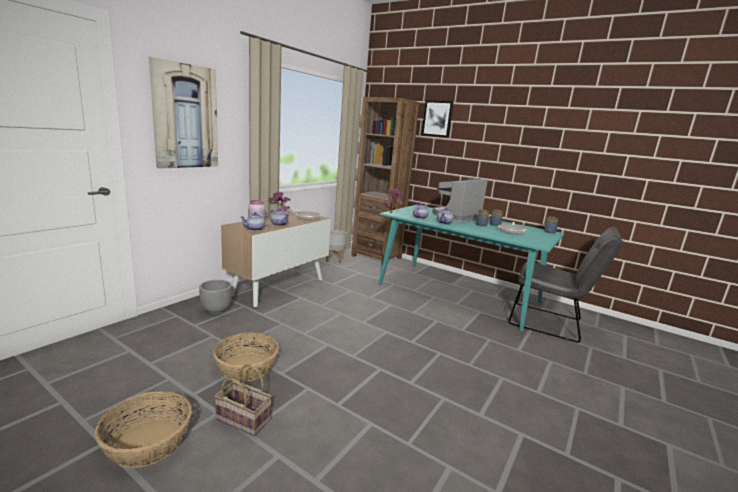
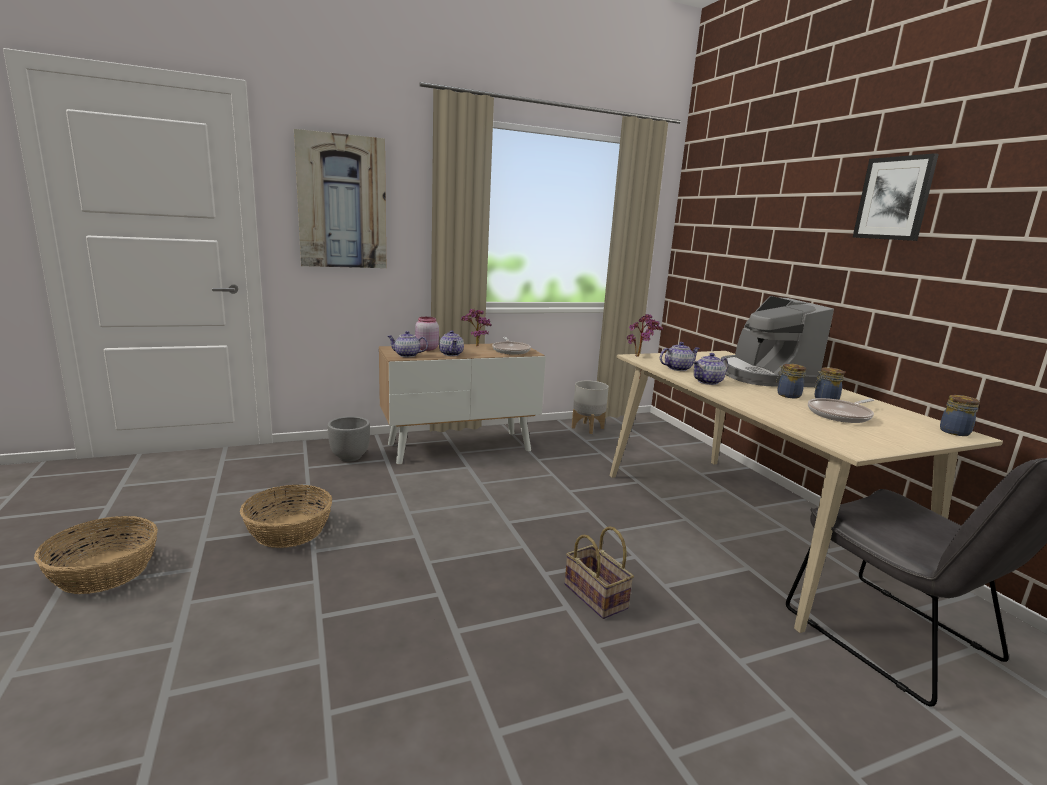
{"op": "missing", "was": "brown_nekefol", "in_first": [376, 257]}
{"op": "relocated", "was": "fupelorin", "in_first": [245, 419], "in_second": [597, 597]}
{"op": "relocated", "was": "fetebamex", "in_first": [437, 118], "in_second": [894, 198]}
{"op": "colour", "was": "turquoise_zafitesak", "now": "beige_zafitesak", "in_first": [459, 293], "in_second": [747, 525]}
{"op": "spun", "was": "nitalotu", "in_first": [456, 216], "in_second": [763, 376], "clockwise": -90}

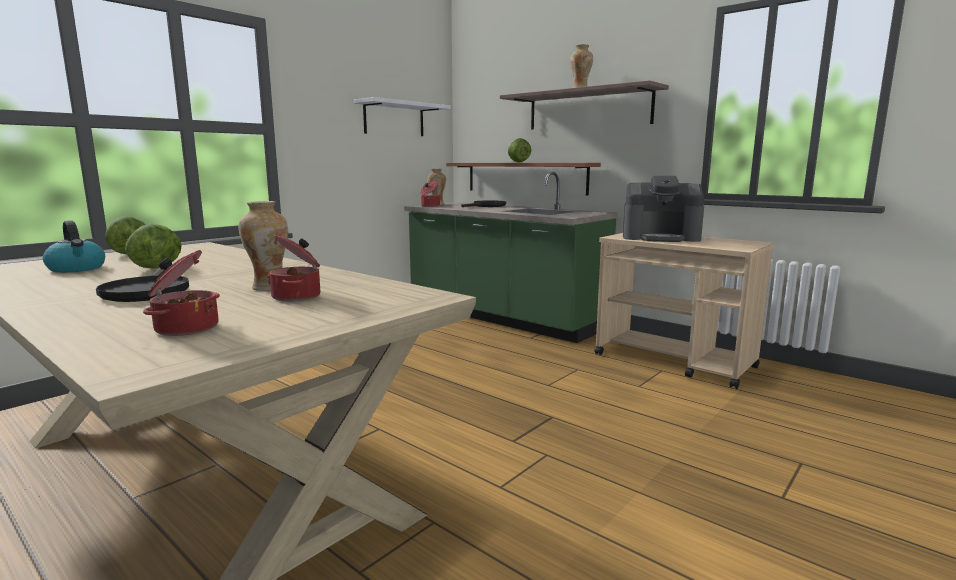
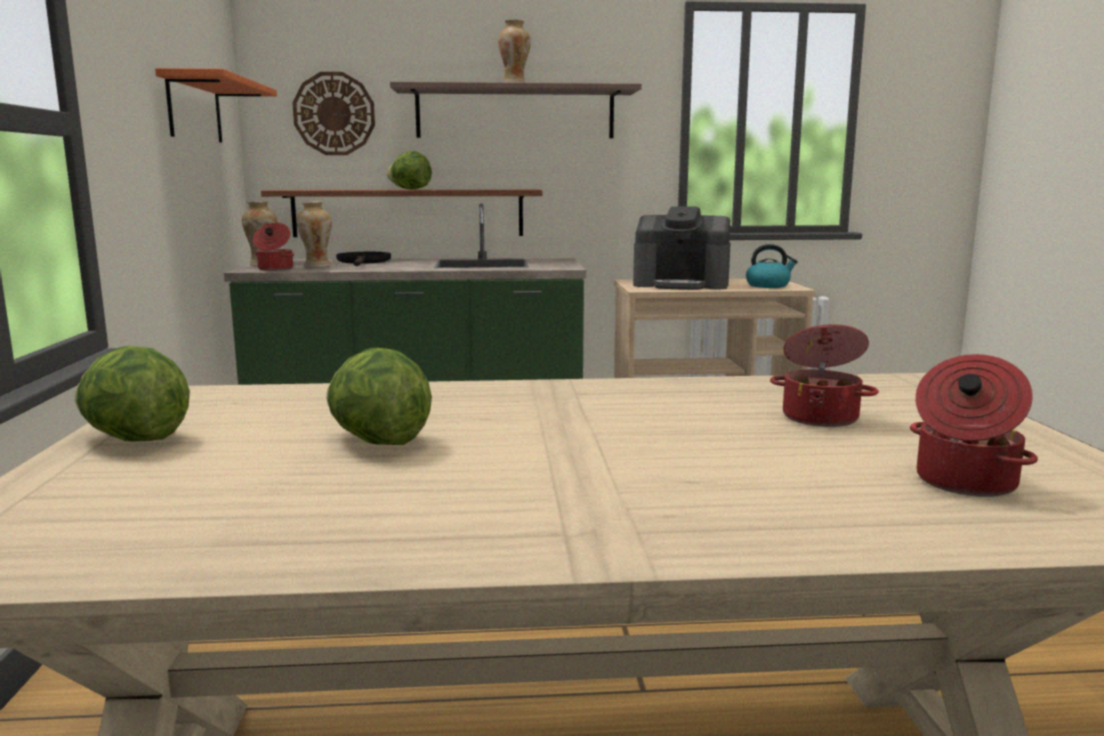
{"op": "missing", "was": "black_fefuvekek", "in_first": [147, 291]}
{"op": "appeared", "now": "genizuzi", "in_second": [334, 114]}
{"op": "relocated", "was": "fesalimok", "in_first": [77, 269], "in_second": [768, 285]}
{"op": "relocated", "was": "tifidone", "in_first": [268, 287], "in_second": [316, 266]}
{"op": "colour", "was": "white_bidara", "now": "orange_bidara", "in_first": [394, 119], "in_second": [195, 110]}
{"op": "spun", "was": "nitalotu", "in_first": [661, 237], "in_second": [681, 284], "clockwise": 45}

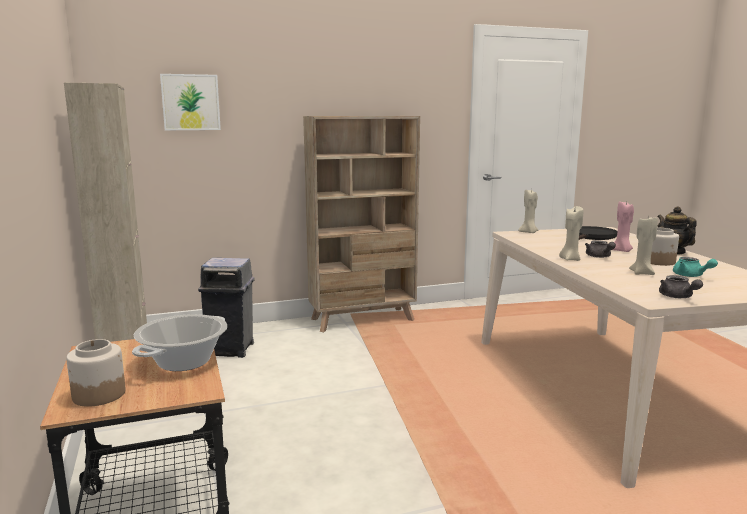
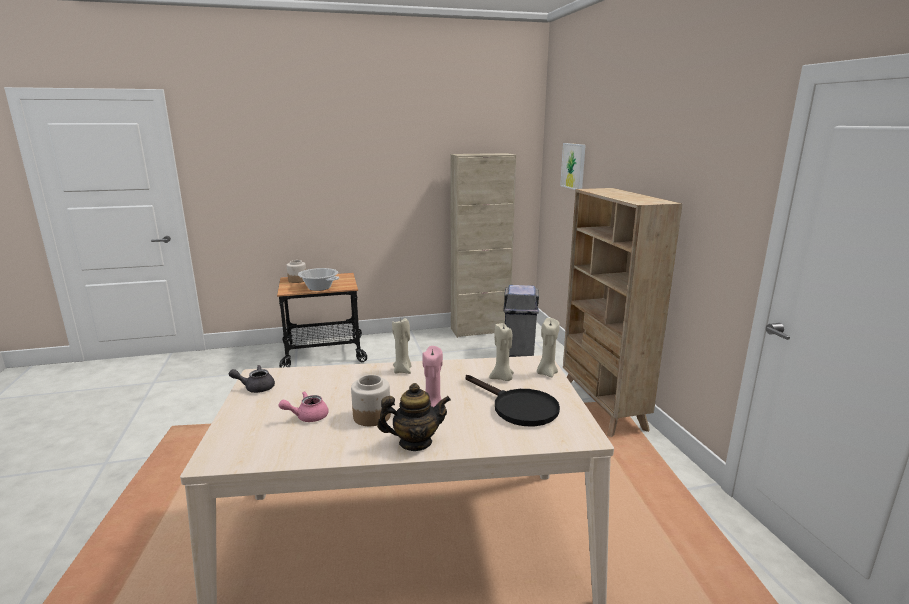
{"op": "missing", "was": "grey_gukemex", "in_first": [599, 257]}
{"op": "relocated", "was": "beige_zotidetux", "in_first": [642, 273], "in_second": [502, 378]}
{"op": "colour", "was": "turquoise_gukemex", "now": "pink_gukemex", "in_first": [691, 276], "in_second": [307, 416]}

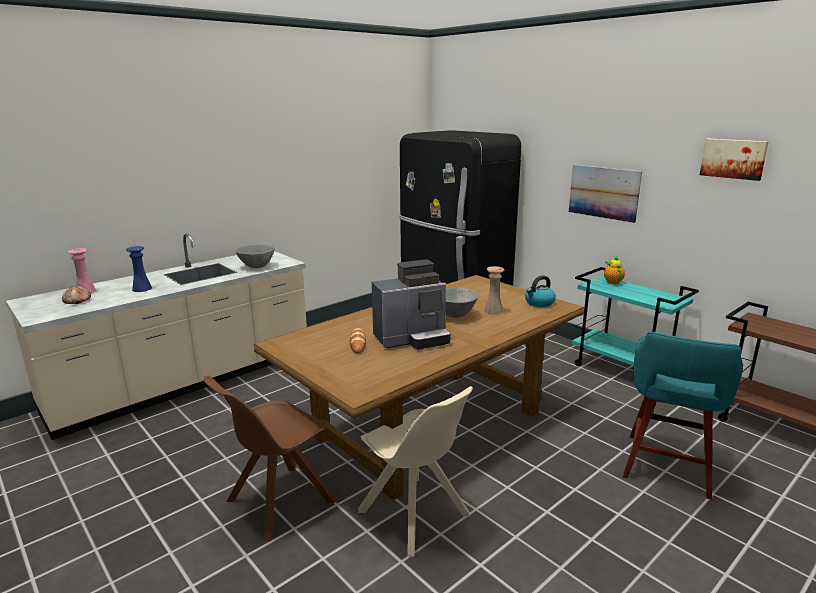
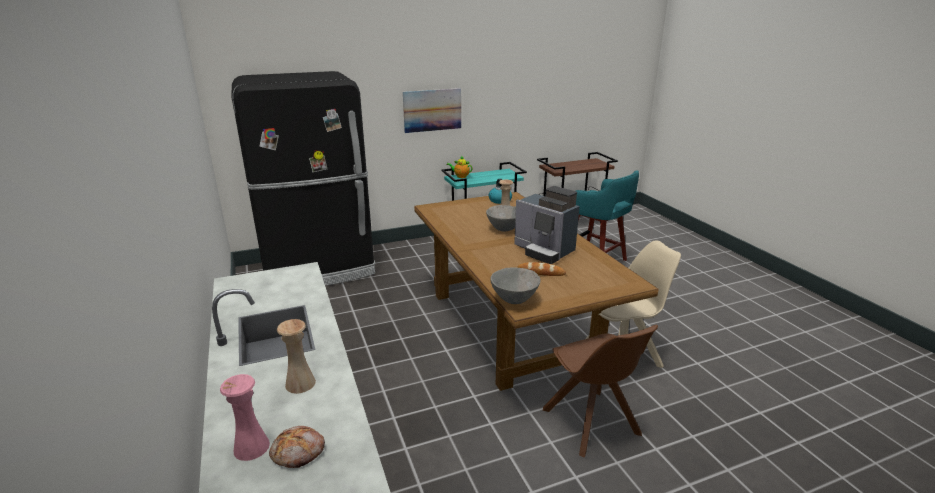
{"op": "missing", "was": "fetebamex", "in_first": [733, 158]}
{"op": "relocated", "was": "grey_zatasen", "in_first": [257, 266], "in_second": [514, 300]}
{"op": "colour", "was": "blue_tifidone", "now": "beige_tifidone", "in_first": [142, 289], "in_second": [300, 383]}
{"op": "spun", "was": "nitalotu", "in_first": [412, 339], "in_second": [544, 251], "clockwise": 135}

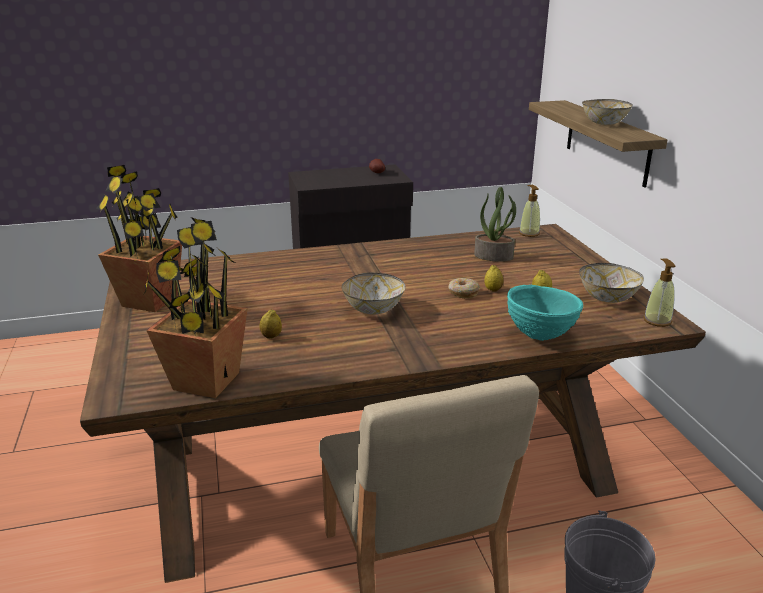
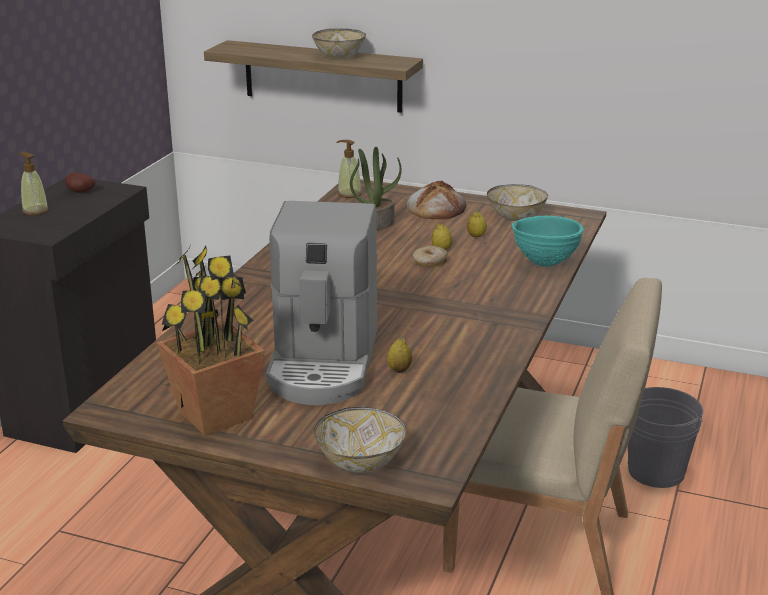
{"op": "missing", "was": "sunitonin", "in_first": [206, 382]}
{"op": "appeared", "now": "nitalotu", "in_second": [324, 363]}
{"op": "appeared", "now": "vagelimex", "in_second": [436, 208]}
{"op": "relocated", "was": "zatasen", "in_first": [374, 309], "in_second": [360, 461]}
{"op": "relocated", "was": "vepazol", "in_first": [657, 320], "in_second": [35, 211]}

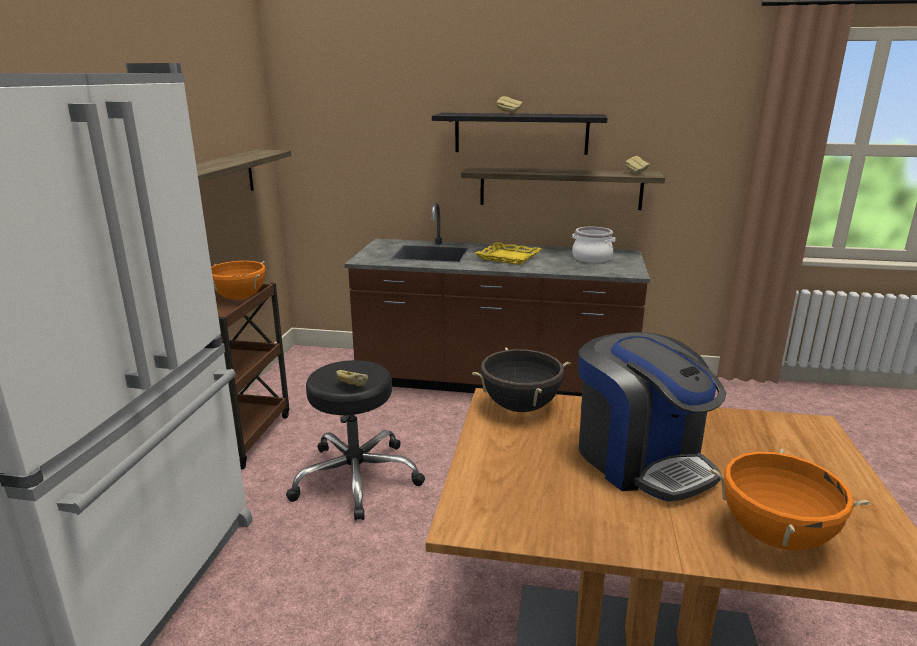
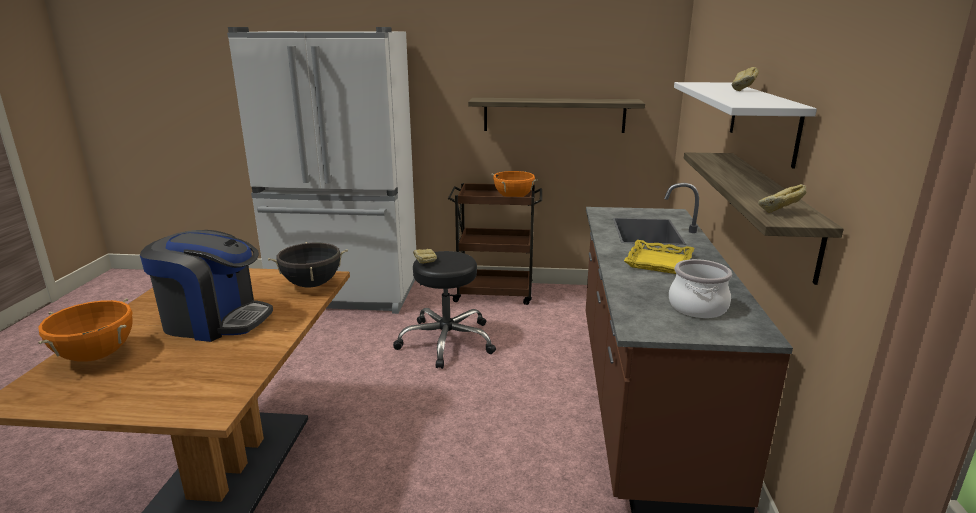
{"op": "colour", "was": "black_bidara", "now": "white_bidara", "in_first": [521, 133], "in_second": [763, 120]}
{"op": "spun", "was": "nitalotu", "in_first": [641, 460], "in_second": [215, 320], "clockwise": -135}

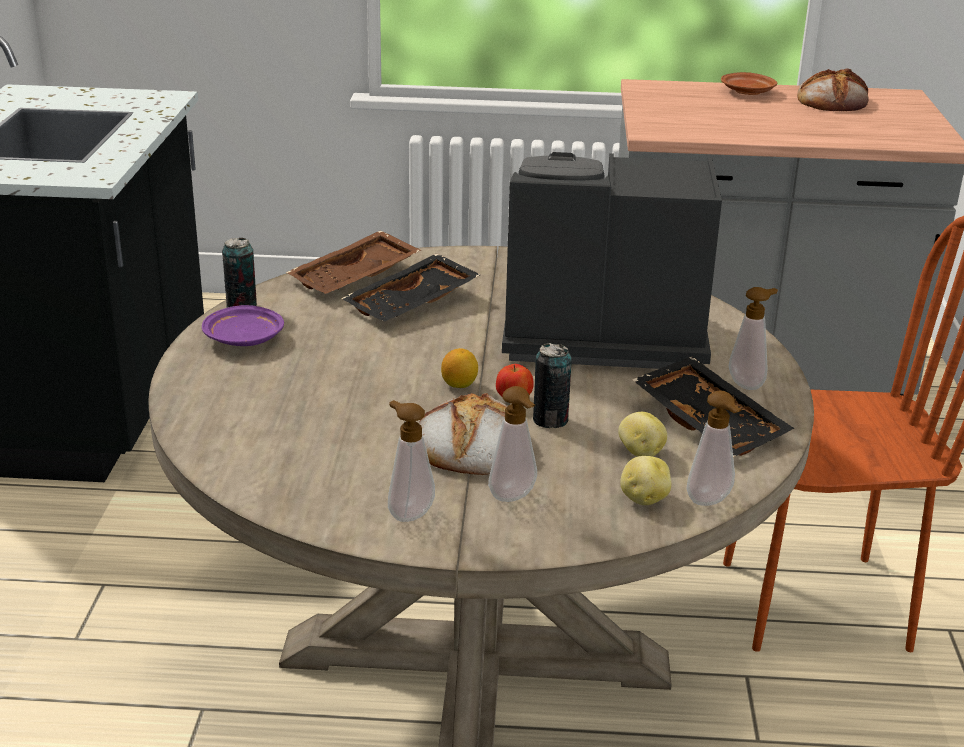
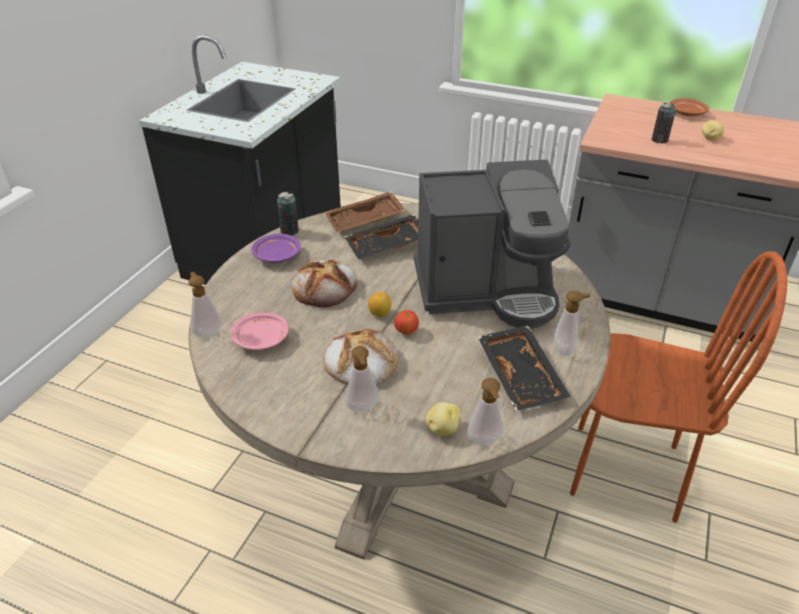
{"op": "appeared", "now": "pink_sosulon", "in_second": [261, 339]}
{"op": "relocated", "was": "vepazol", "in_first": [408, 513], "in_second": [207, 332]}
{"op": "relocated", "was": "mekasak", "in_first": [550, 420], "in_second": [659, 140]}
{"op": "relocated", "was": "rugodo", "in_first": [640, 452], "in_second": [709, 138]}
{"op": "relocated", "was": "vagelimex", "in_first": [832, 101], "in_second": [325, 288]}
{"op": "spun", "was": "nitalotu", "in_first": [597, 335], "in_second": [487, 290], "clockwise": 150}

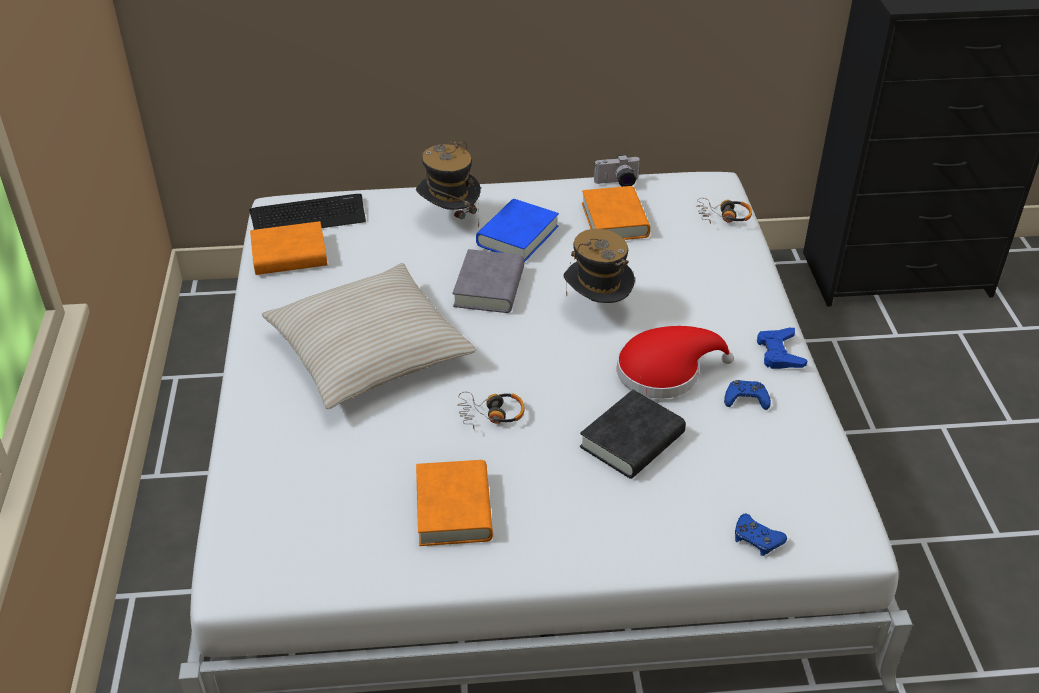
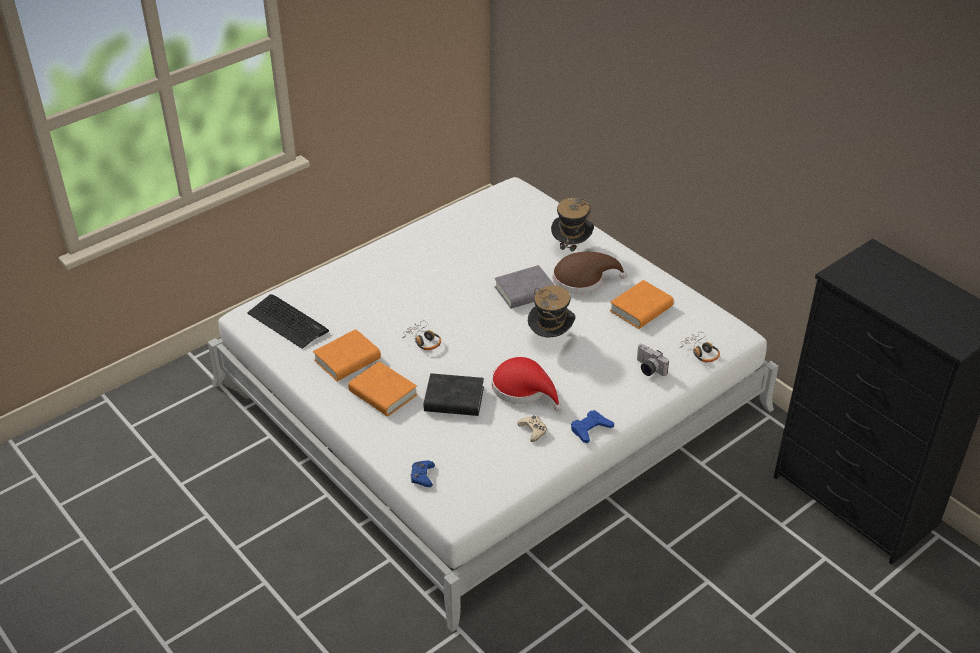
{"op": "missing", "was": "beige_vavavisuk", "in_first": [369, 351]}
{"op": "relocated", "was": "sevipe", "in_first": [308, 216], "in_second": [288, 322]}
{"op": "relocated", "was": "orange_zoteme", "in_first": [289, 255], "in_second": [383, 393]}
{"op": "relocated", "was": "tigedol", "in_first": [617, 183], "in_second": [648, 369]}
{"op": "exchanged", "was": "blue_zoteme", "now": "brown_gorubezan", "in_first": [517, 236], "in_second": [582, 279]}
{"op": "colour", "was": "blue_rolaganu", "now": "beige_rolaganu", "in_first": [746, 399], "in_second": [533, 430]}

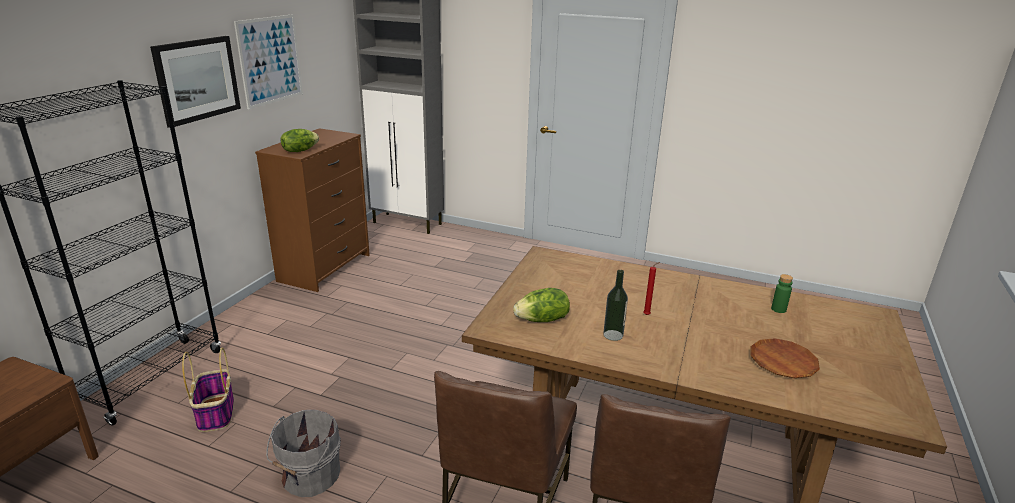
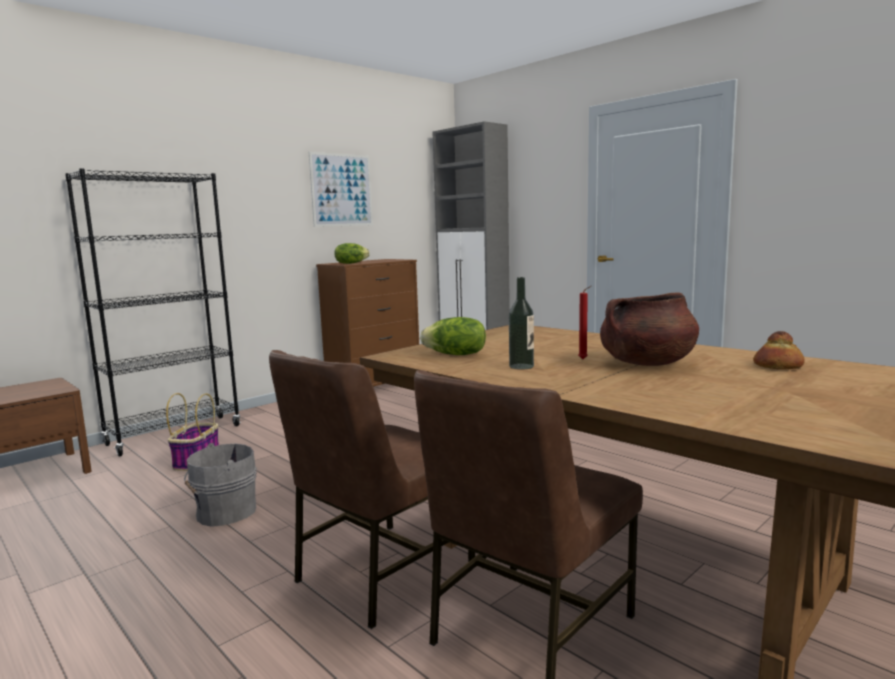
{"op": "missing", "was": "fetebamex", "in_first": [197, 79]}
{"op": "missing", "was": "brown_sosulon", "in_first": [782, 362]}
{"op": "appeared", "now": "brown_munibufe", "in_second": [647, 363]}
{"op": "exchanged", "was": "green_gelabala", "now": "vagelimex", "in_first": [778, 309], "in_second": [778, 366]}

